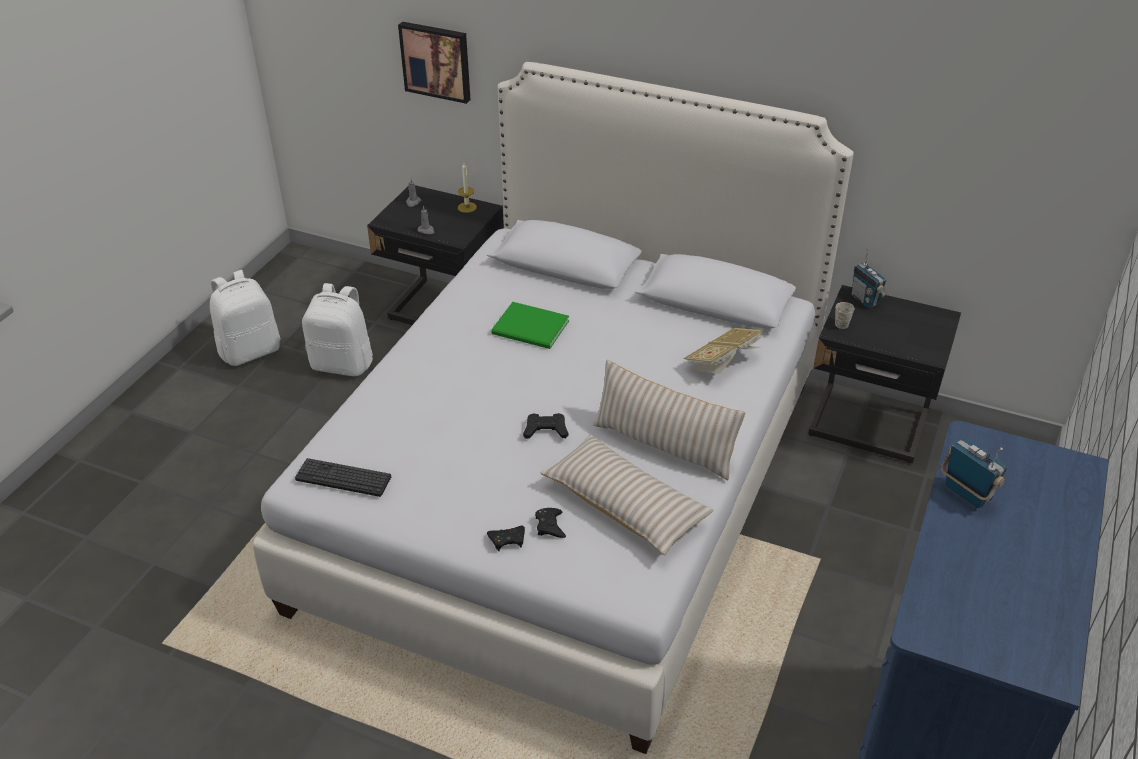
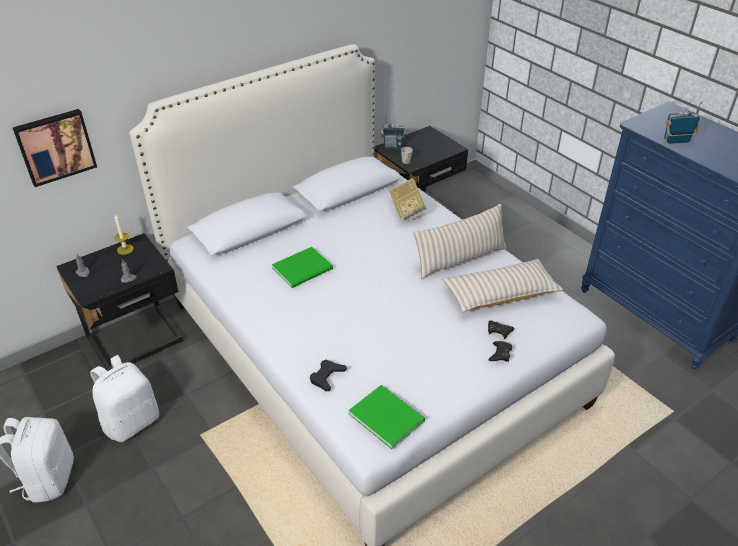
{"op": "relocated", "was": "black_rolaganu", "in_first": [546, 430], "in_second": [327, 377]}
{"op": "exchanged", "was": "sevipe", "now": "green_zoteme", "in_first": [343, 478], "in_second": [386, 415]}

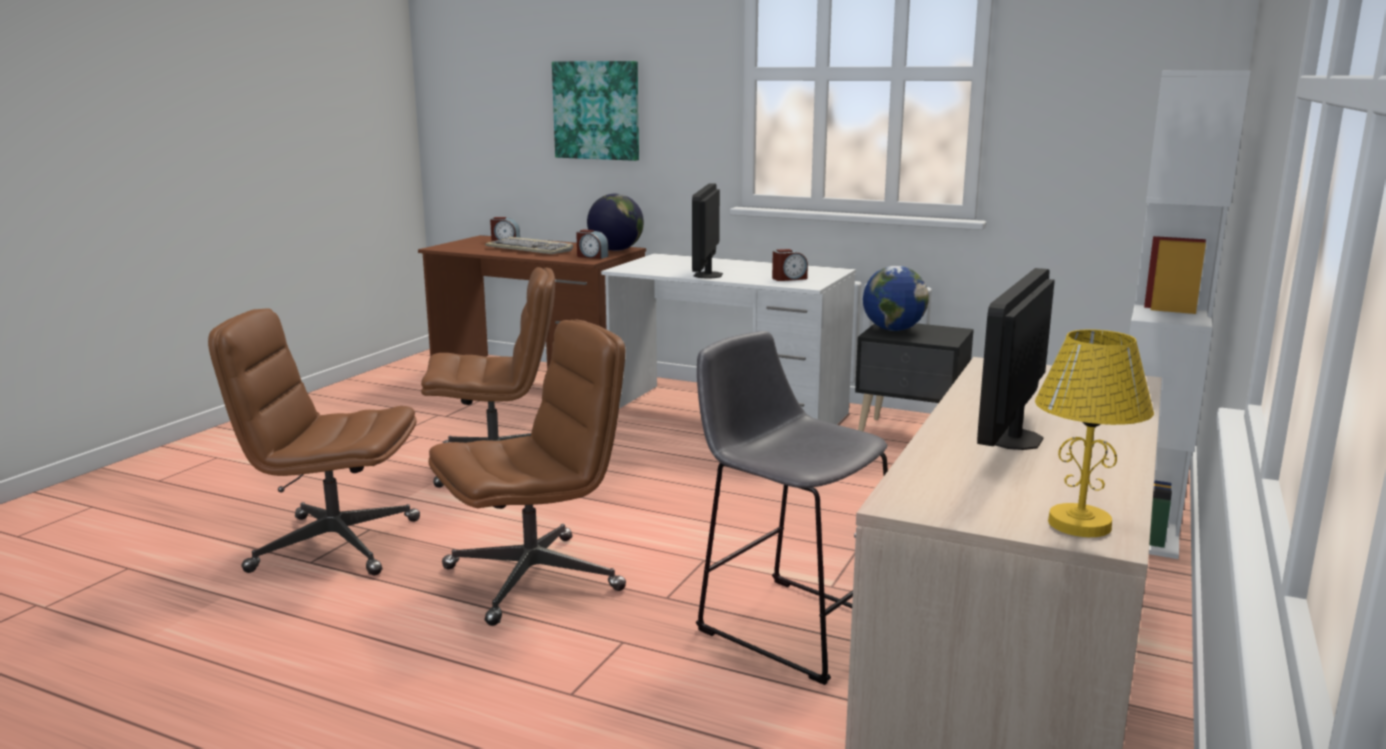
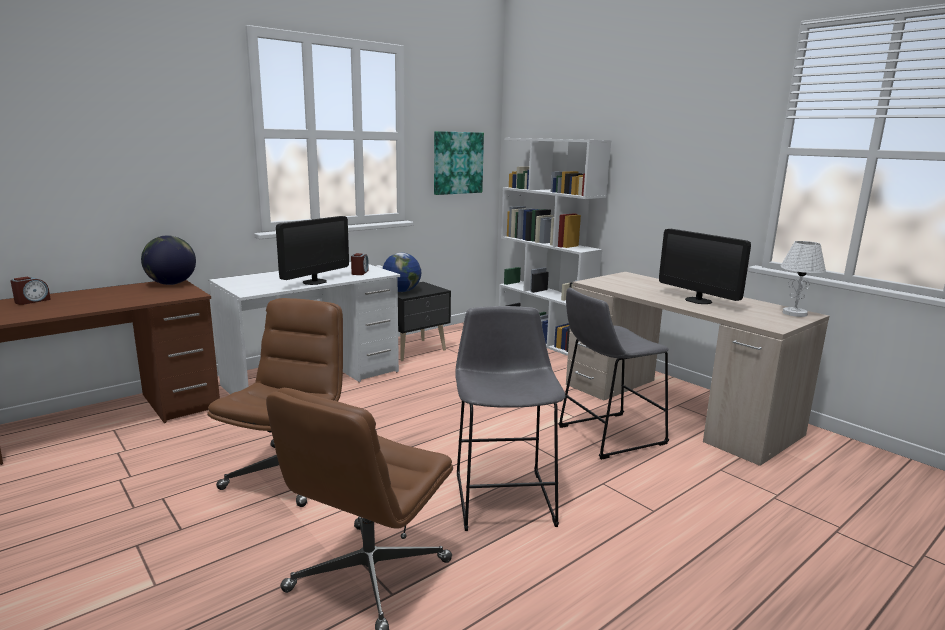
{"op": "missing", "was": "sevipe", "in_first": [530, 249]}
{"op": "missing", "was": "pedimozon", "in_first": [592, 256]}
{"op": "relocated", "was": "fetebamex", "in_first": [597, 110], "in_second": [457, 163]}
{"op": "exchanged", "was": "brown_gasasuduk", "now": "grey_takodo", "in_first": [534, 578], "in_second": [503, 495]}
{"op": "colour", "was": "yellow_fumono", "now": "white_fumono", "in_first": [1078, 524], "in_second": [794, 313]}
{"op": "spun", "was": "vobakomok", "in_first": [708, 275], "in_second": [314, 282], "clockwise": -90}

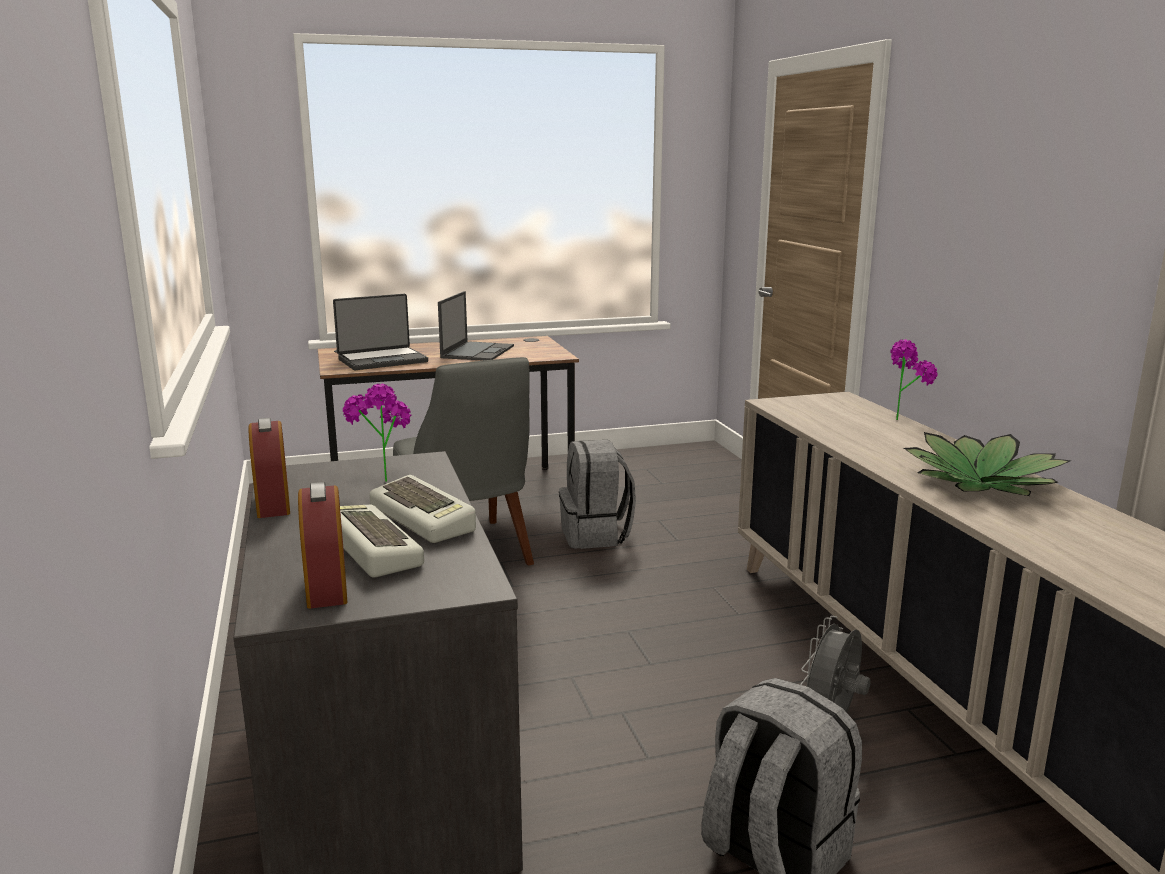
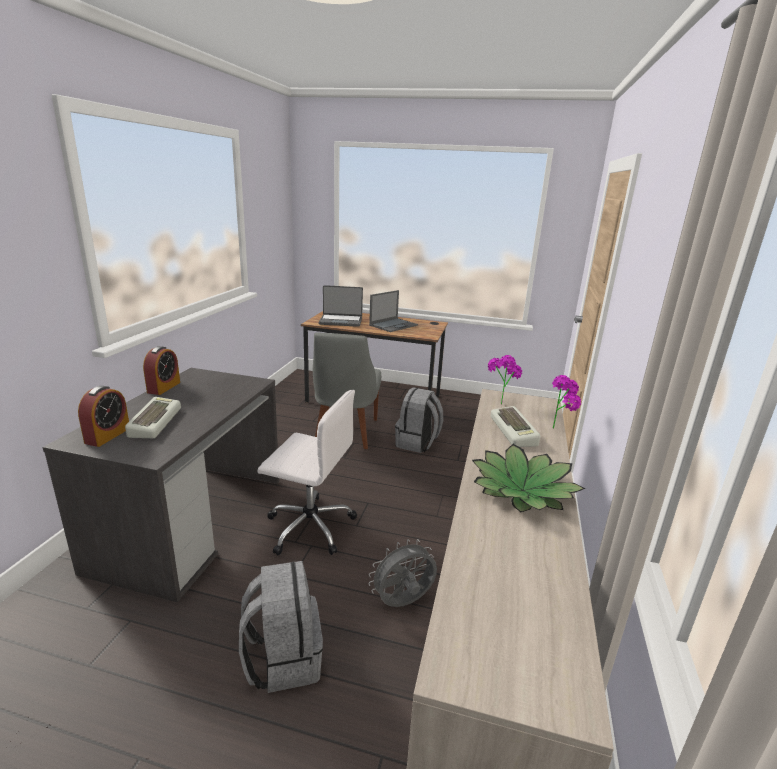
{"op": "appeared", "now": "white_gasasuduk", "in_second": [309, 526]}
{"op": "relocated", "was": "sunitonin", "in_first": [381, 477], "in_second": [499, 401]}
{"op": "relocated", "was": "sevipe", "in_first": [425, 518], "in_second": [515, 431]}

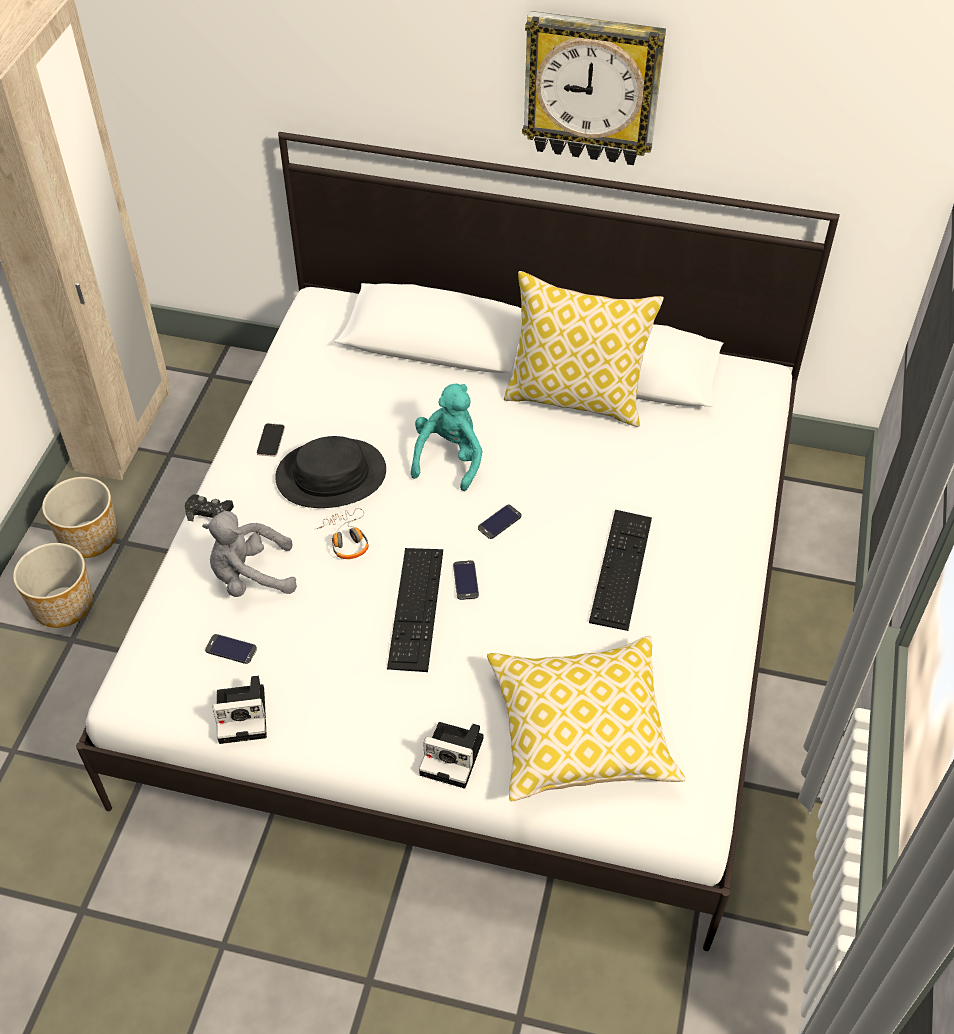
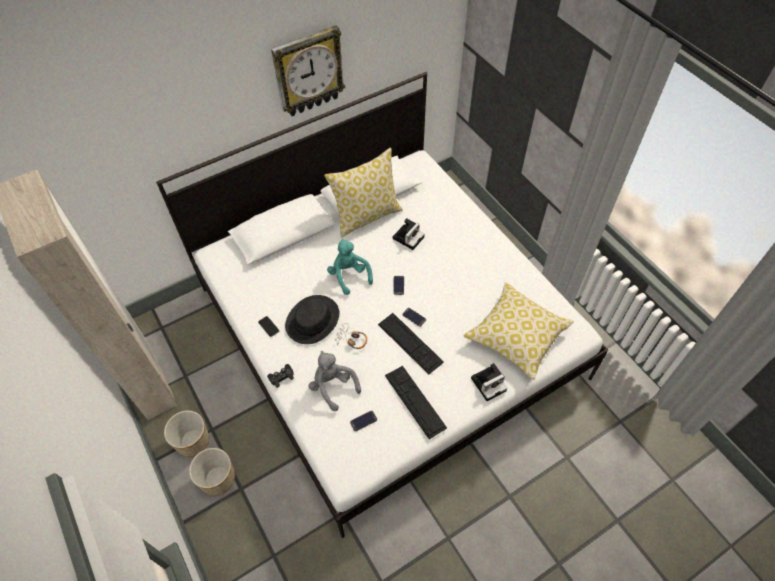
{"op": "relocated", "was": "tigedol", "in_first": [244, 714], "in_second": [408, 237]}
{"op": "relocated", "was": "sevipe", "in_first": [621, 569], "in_second": [415, 401]}
{"op": "spun", "was": "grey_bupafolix", "in_first": [250, 576], "in_second": [333, 387], "clockwise": 105}

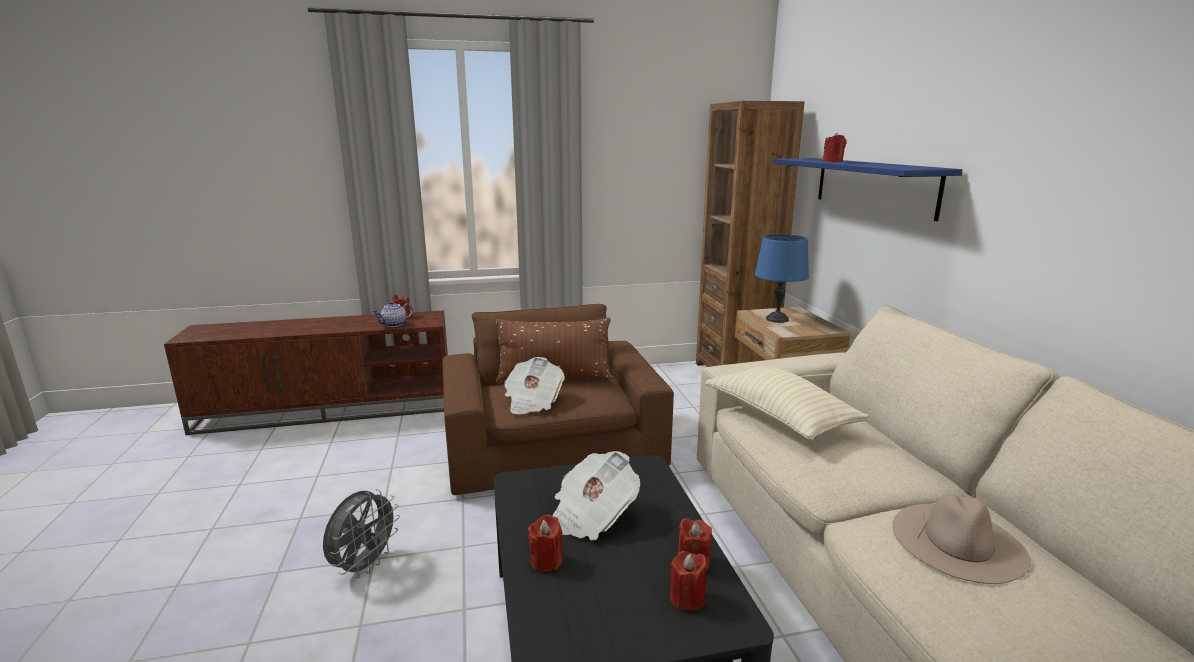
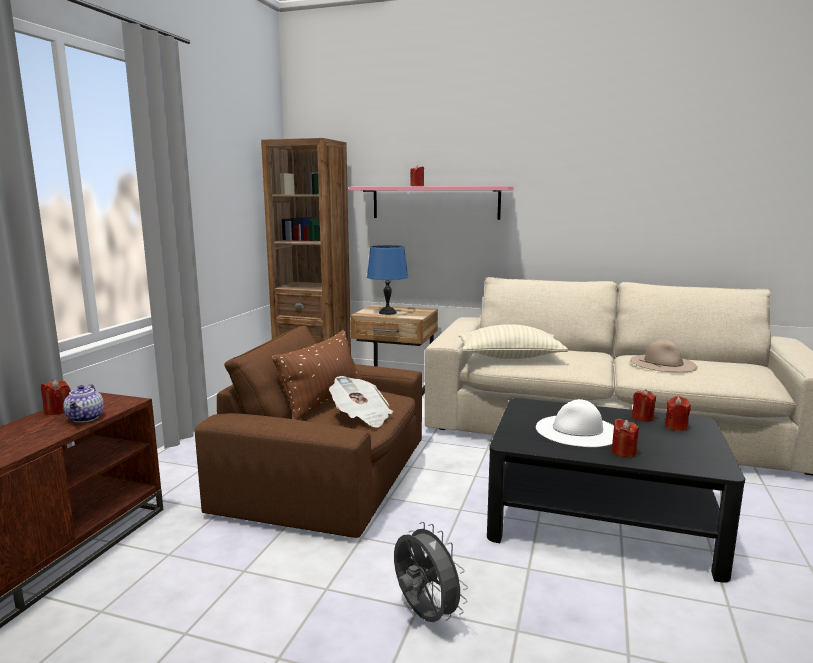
{"op": "exchanged", "was": "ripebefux", "now": "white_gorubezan", "in_first": [591, 516], "in_second": [577, 430]}
{"op": "colour", "was": "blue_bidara", "now": "pink_bidara", "in_first": [873, 185], "in_second": [435, 202]}

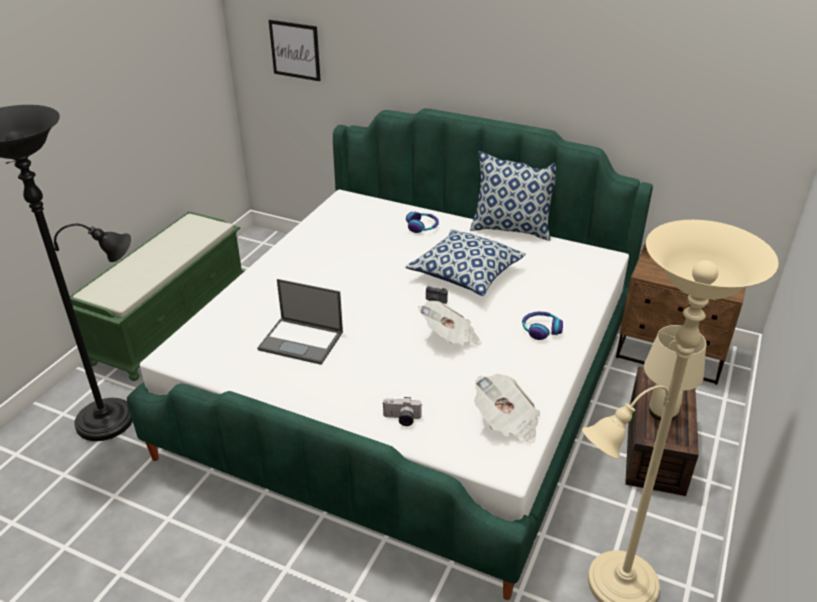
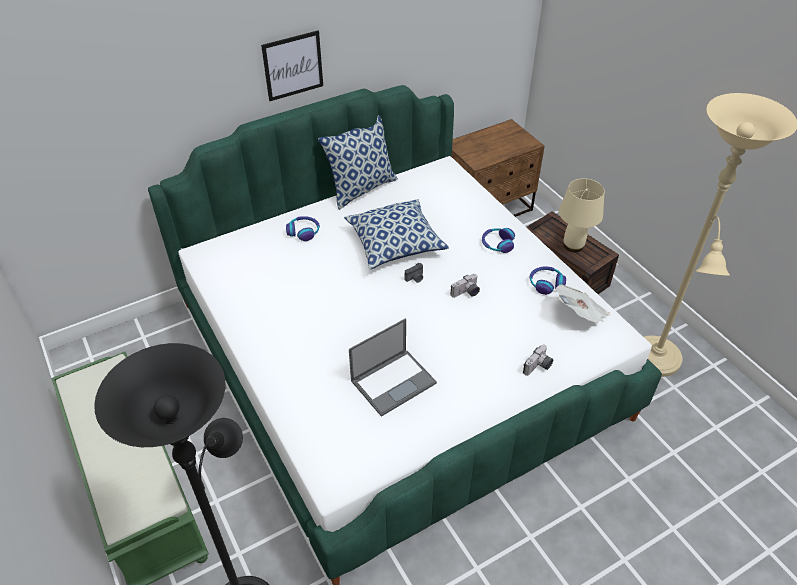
{"op": "appeared", "now": "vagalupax", "in_second": [546, 283]}
{"op": "relocated", "was": "fetebamex", "in_first": [295, 50], "in_second": [293, 65]}
{"op": "exchanged", "was": "ripebefux", "now": "tigedol", "in_first": [450, 337], "in_second": [466, 293]}

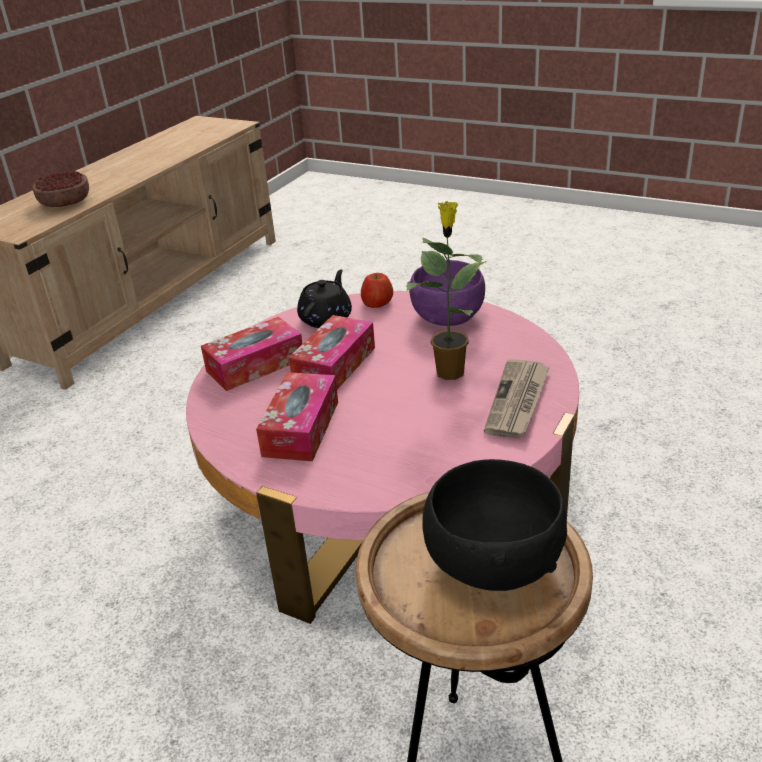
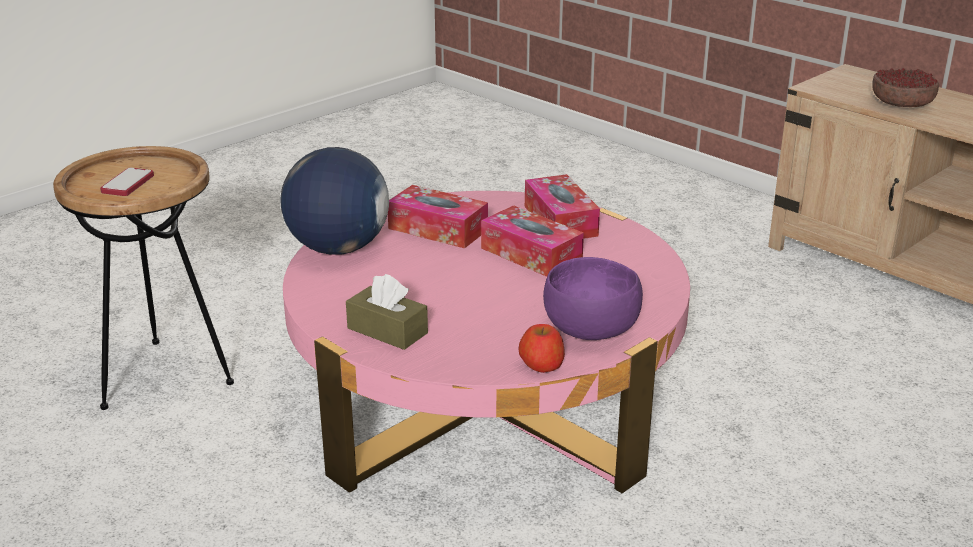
{"op": "missing", "was": "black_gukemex", "in_first": [326, 318]}
{"op": "missing", "was": "sunitonin", "in_first": [450, 371]}
{"op": "appeared", "now": "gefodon", "in_second": [338, 249]}
{"op": "relocated", "was": "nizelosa", "in_first": [377, 303], "in_second": [541, 365]}
{"op": "exchanged", "was": "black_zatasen", "now": "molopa", "in_first": [492, 563], "in_second": [128, 184]}
{"op": "exchanged", "was": "ripebefux", "now": "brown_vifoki", "in_first": [518, 401], "in_second": [387, 331]}

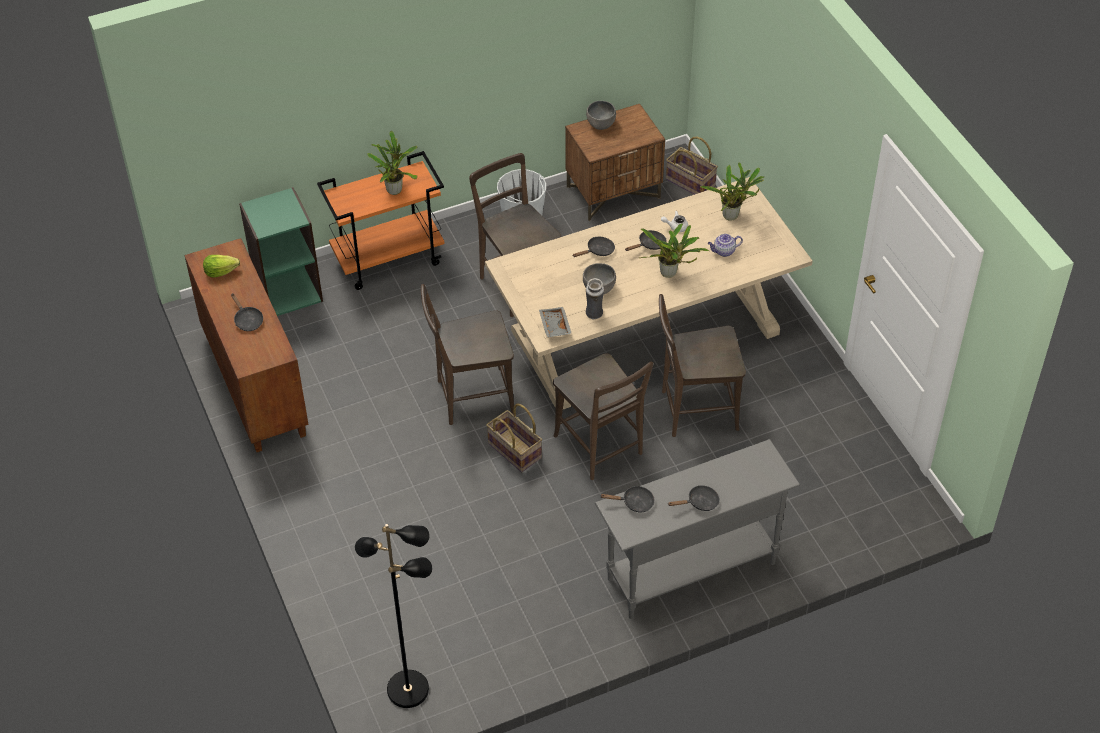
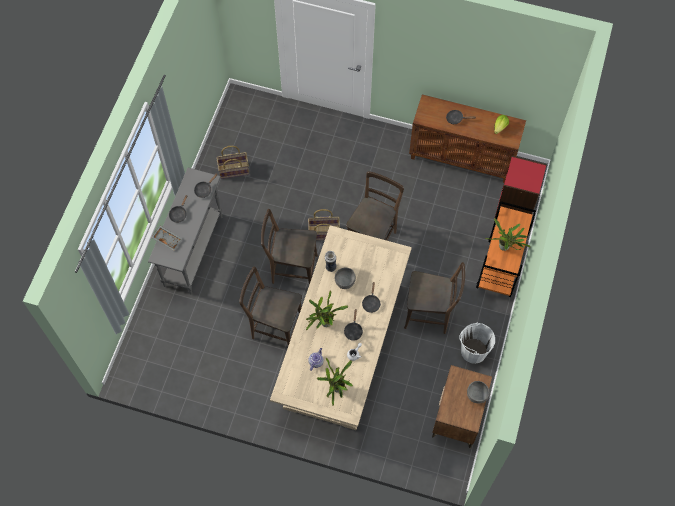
{"op": "missing", "was": "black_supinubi", "in_first": [408, 688]}
{"op": "relocated", "was": "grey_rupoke", "in_first": [554, 326], "in_second": [167, 239]}
{"op": "relocated", "was": "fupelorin", "in_first": [689, 183], "in_second": [234, 169]}
{"op": "colour", "was": "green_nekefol", "now": "red_nekefol", "in_first": [288, 291], "in_second": [514, 209]}
{"op": "spun", "was": "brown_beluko", "in_first": [694, 410], "in_second": [274, 326], "clockwise": -105}

